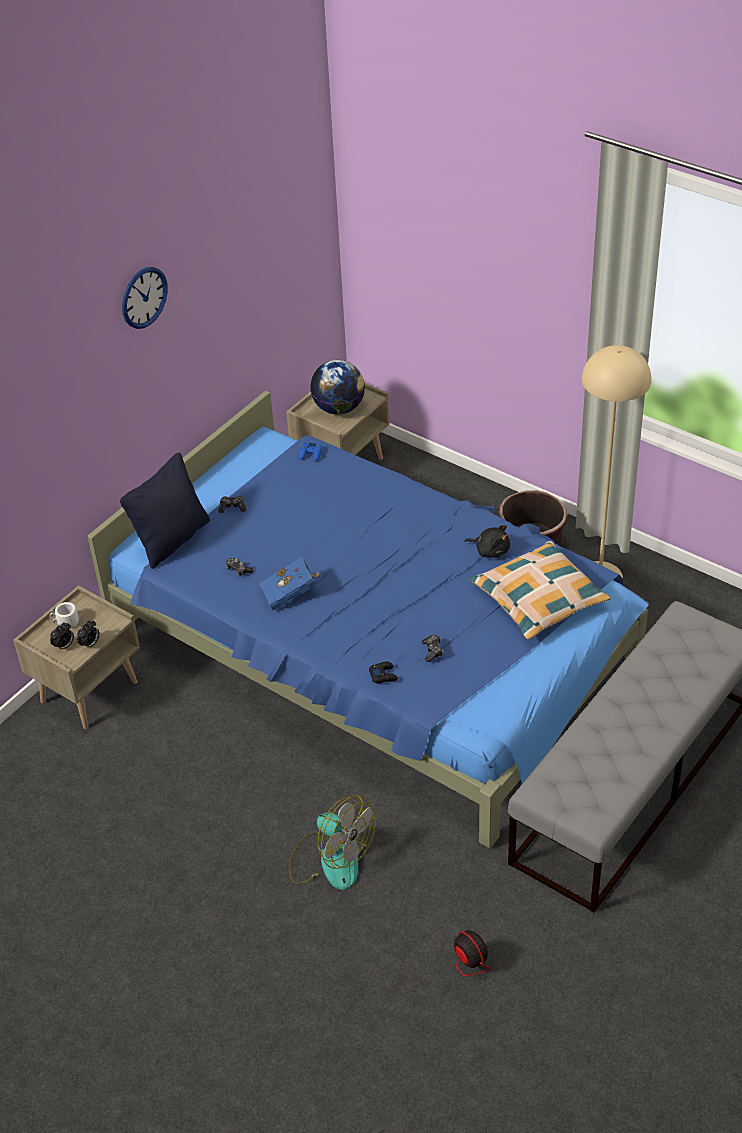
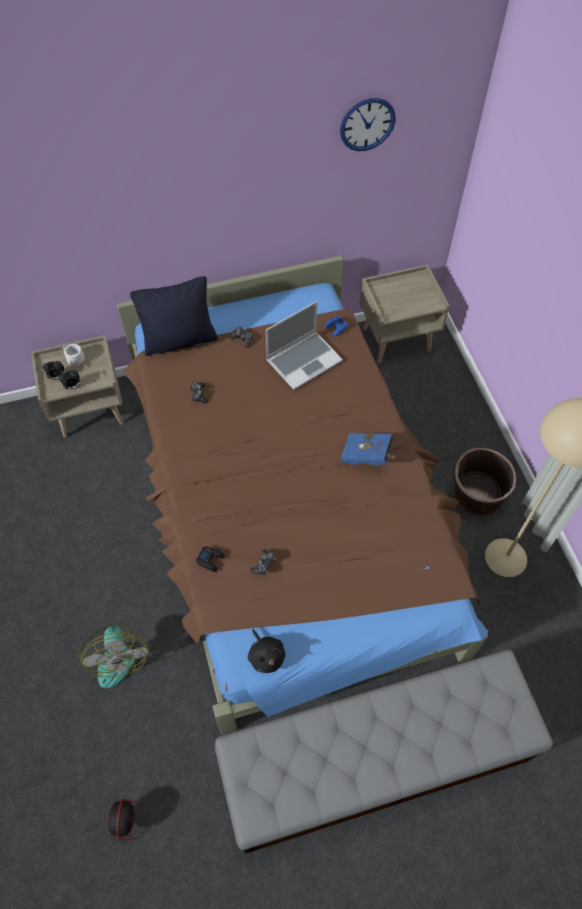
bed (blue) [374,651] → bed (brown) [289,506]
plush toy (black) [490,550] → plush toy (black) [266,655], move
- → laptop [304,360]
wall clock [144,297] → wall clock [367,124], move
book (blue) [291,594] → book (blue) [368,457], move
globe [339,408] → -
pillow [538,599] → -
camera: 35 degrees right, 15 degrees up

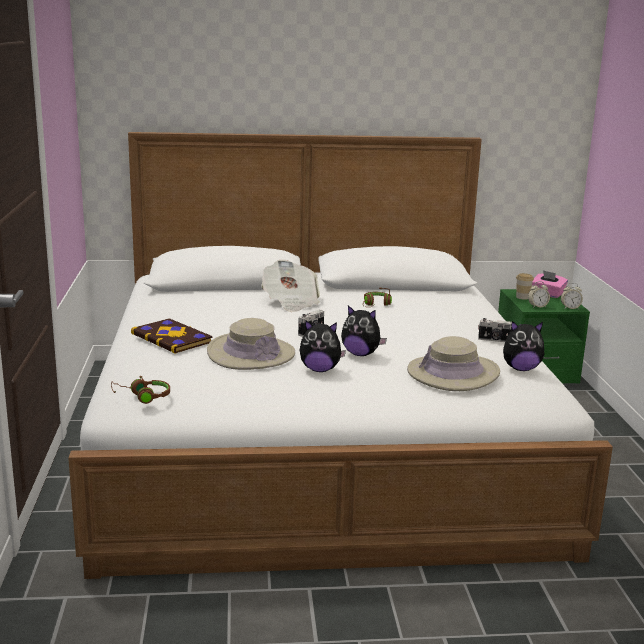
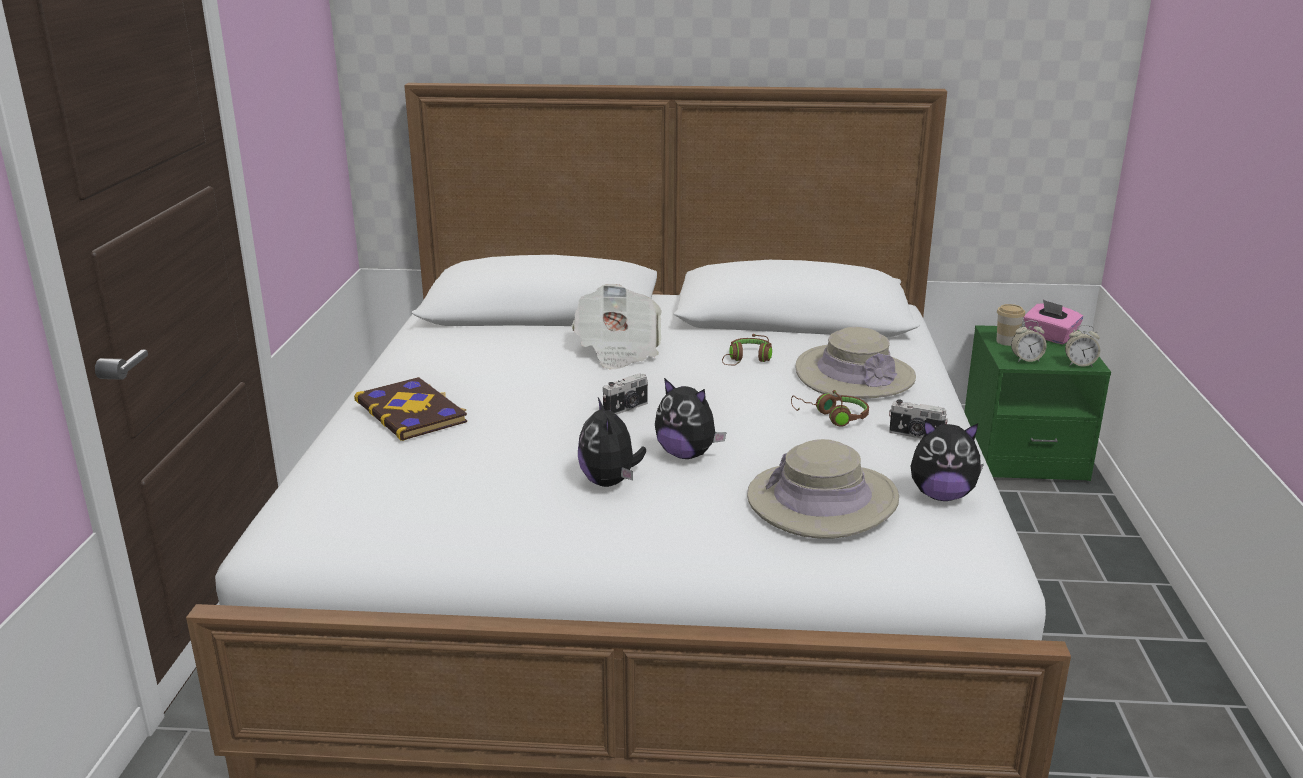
plush toy [320,369] → plush toy [610,482], 60 degrees clockwise
headphones (brown) [143,397] → headphones (brown) [832,417], move
hat (beige) [251,353] → hat (beige) [854,375], move
camera: 10 degrees right, 5 degrees up

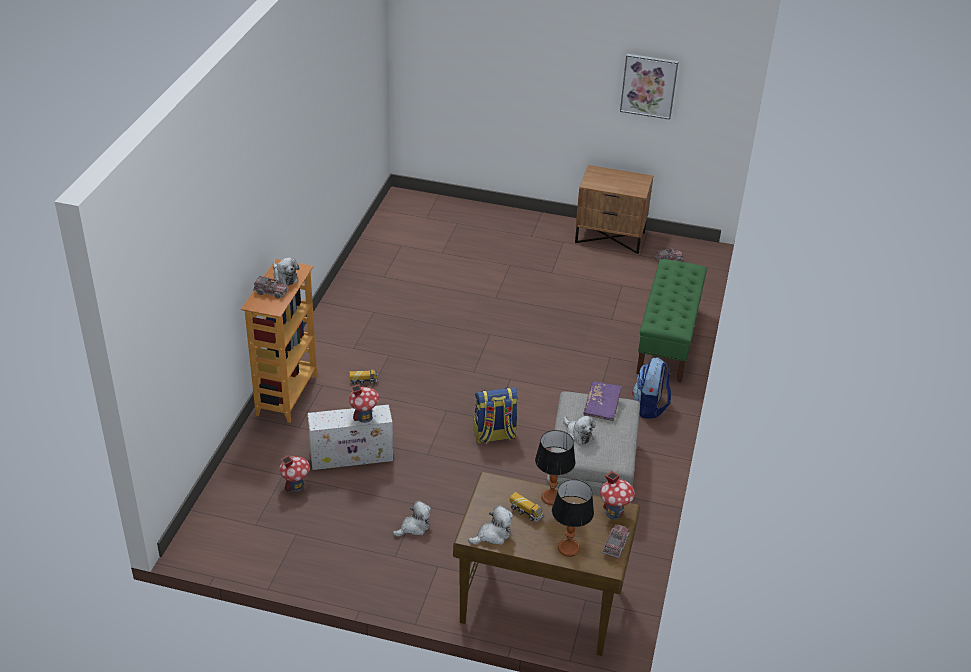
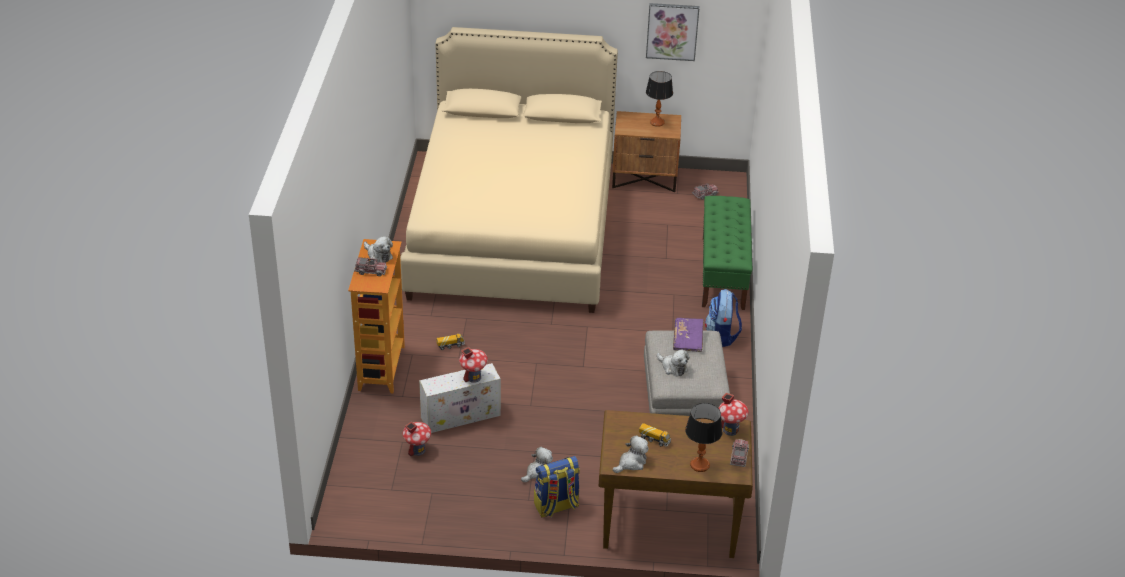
- → bed (beige) [513,229]
backpack [494,435] → backpack [556,506], move
table lamp [552,497] → table lamp [657,122], move
camera: 10 degrees left, 0 degrees up

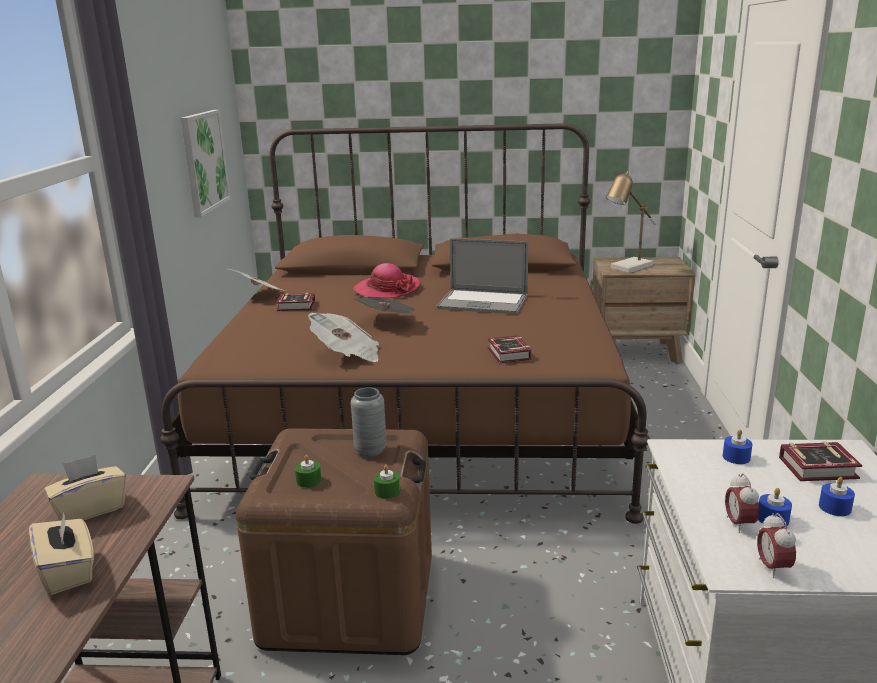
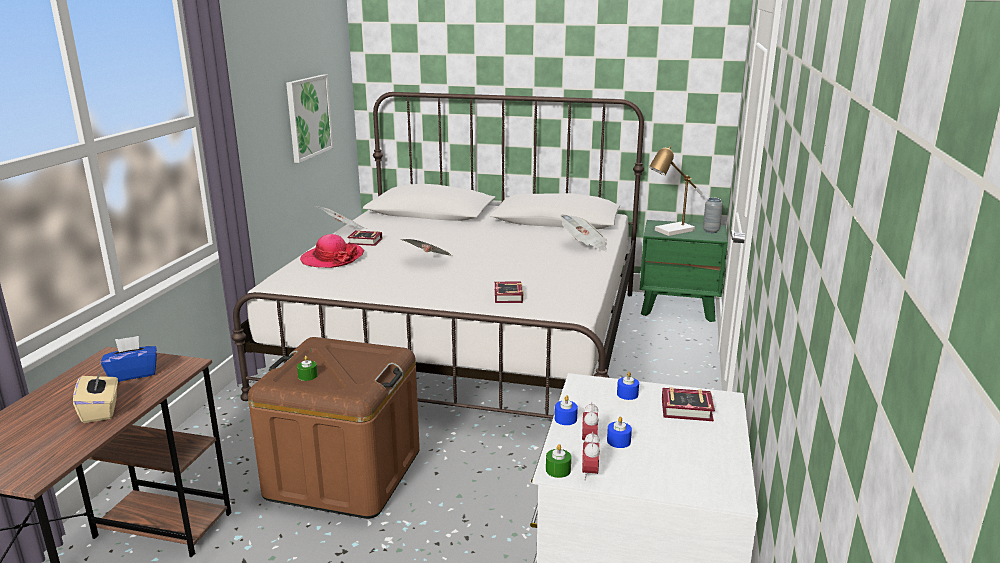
tissue box (beige) [91,509] → tissue box (blue) [133,374]
bed (brown) [421,411] → bed (white) [466,339]
hat [387,289] → hat [332,258], move
candle (green) [387,491] → candle (green) [558,470], move
candle (blue) [834,507] → candle (blue) [565,419], move
newspaper [347,355] → newspaper [584,245], move
nightstand (brown) [636,352] → nightstand (green) [678,308]
vase (grey) [370,450] → vase (grey) [711,231], move
laptop [482,302] → -
camera: 10 degrees right, 0 degrees up

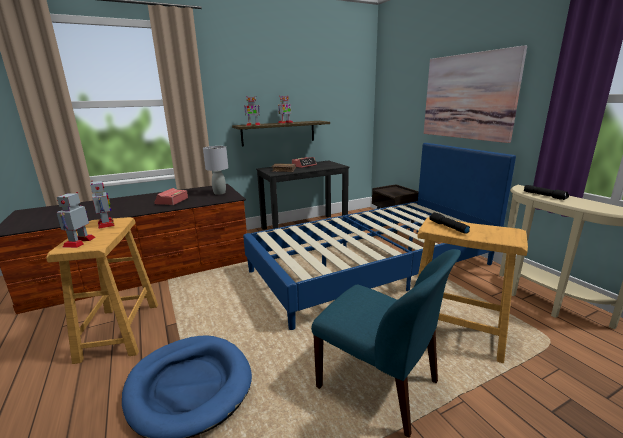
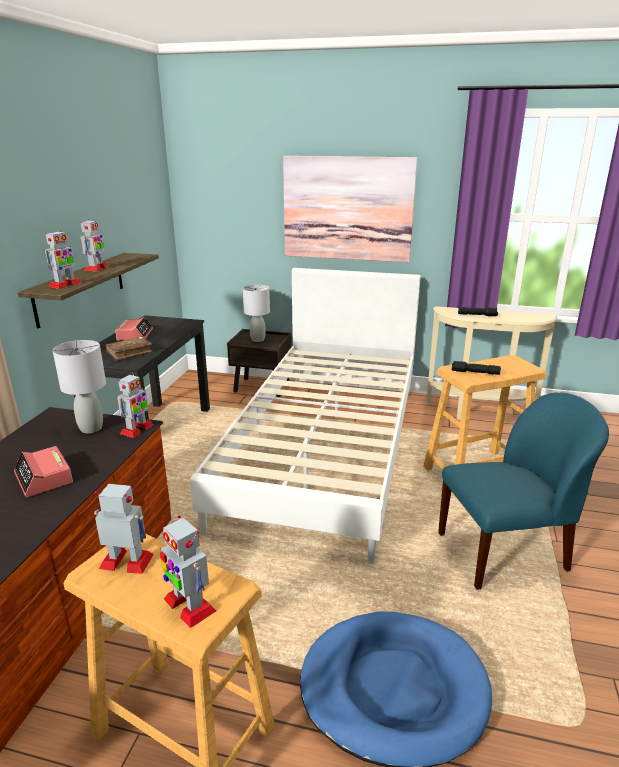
- → toy robot [136,429]
bed (blue) [372,268] → bed (white) [325,449]
- → table lamp (grey) [258,340]
camera: 50 degrees left, 5 degrees up

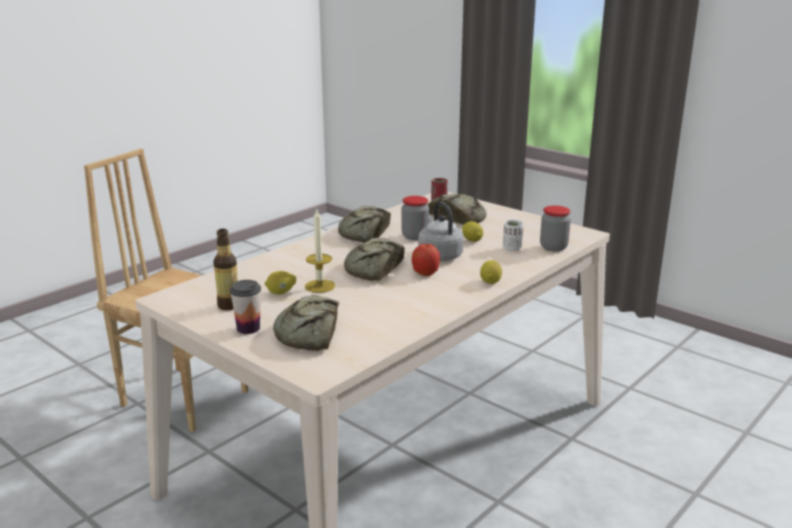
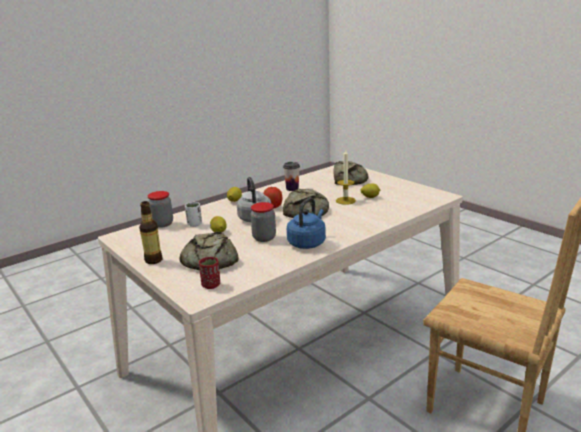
bottle [229,305] → bottle [153,260], move
cup [248,328] → cup [292,188], move
bread [364,233] → kettle (blue) [307,243]
camera: 170 degrees left, 0 degrees up

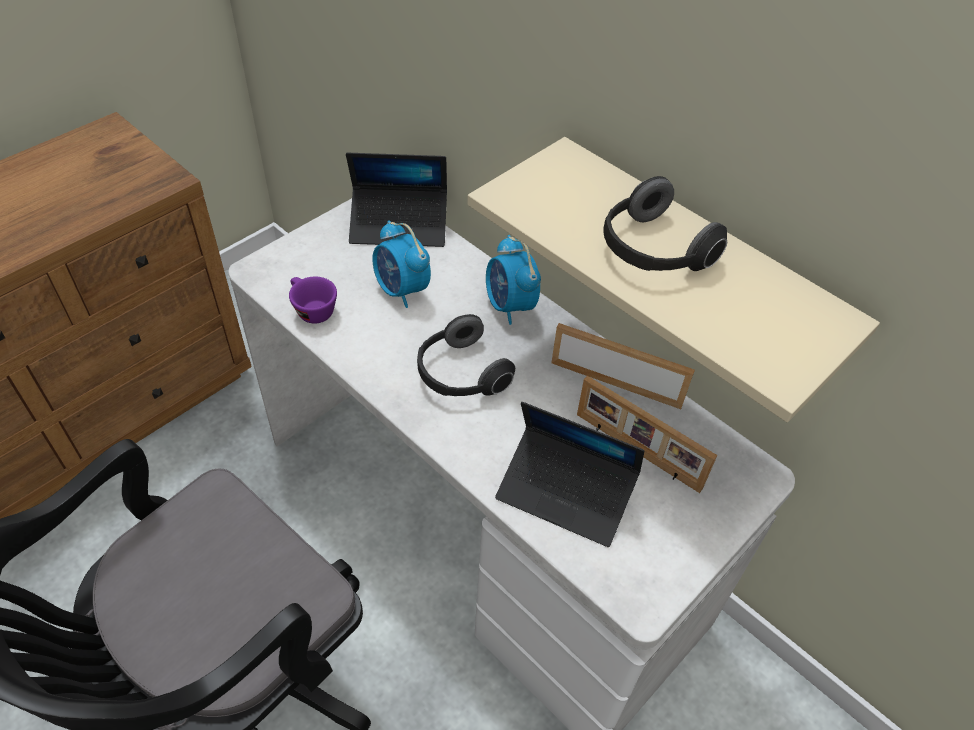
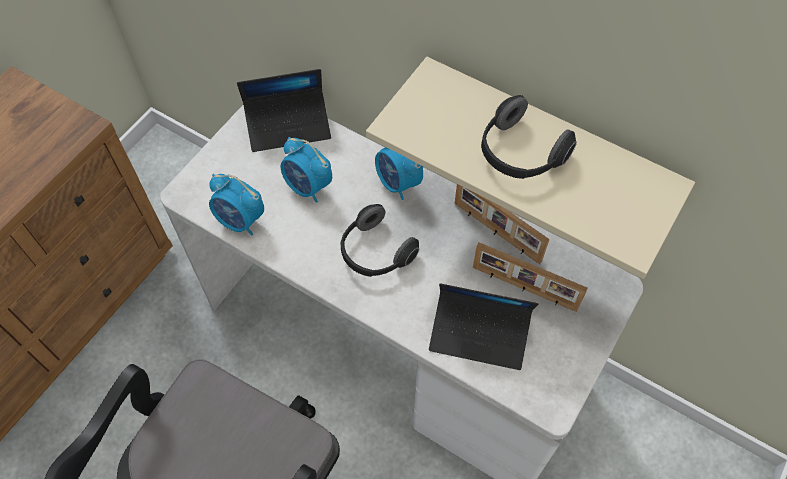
cup (purple) [311,310] → alarm clock [240,220]
picture frame [616,382] → picture frame [496,232], 150 degrees counterclockwise
camera: 10 degrees left, 10 degrees up

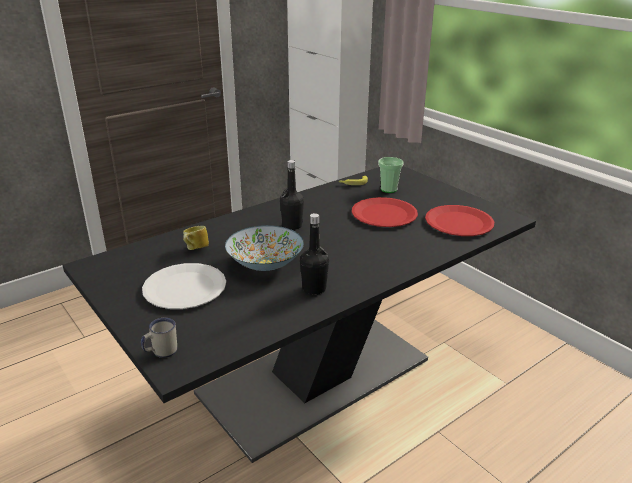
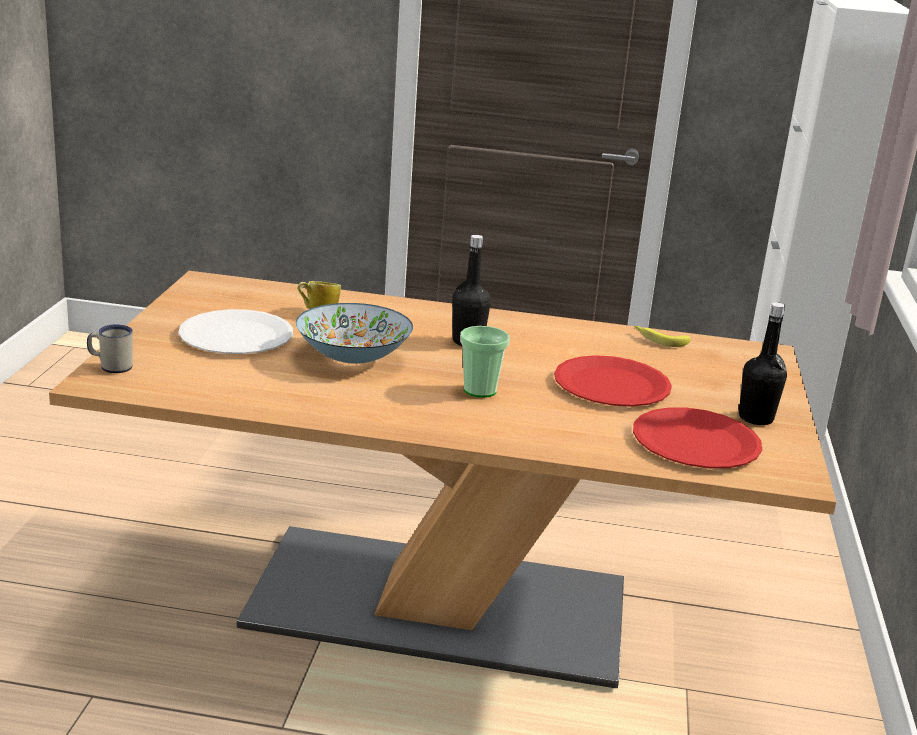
dining table (black) [315,377] → dining table (beige) [439,606]
cup [388,189] → cup [480,390], move
bottle (black) [314,289] → bottle (black) [756,418], move
camera: 45 degrees right, 5 degrees down

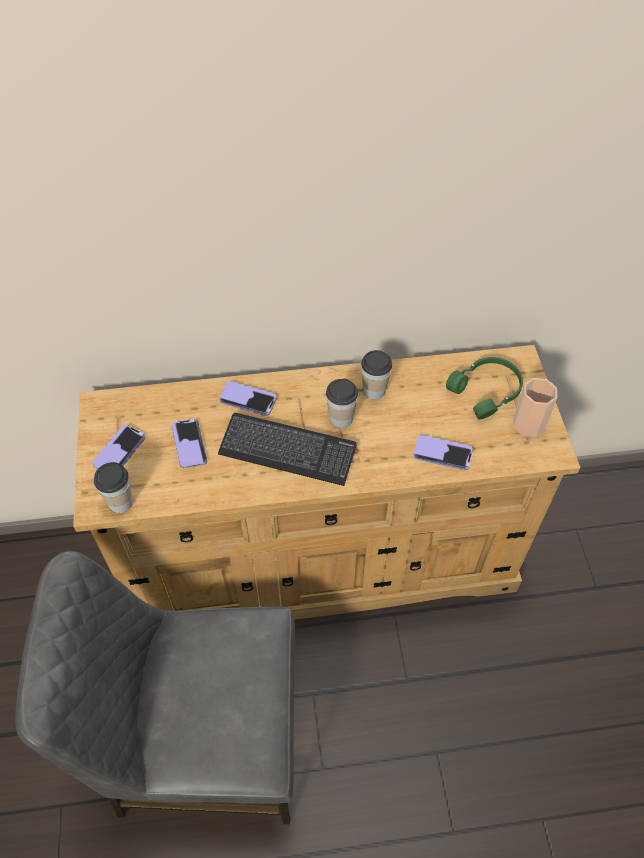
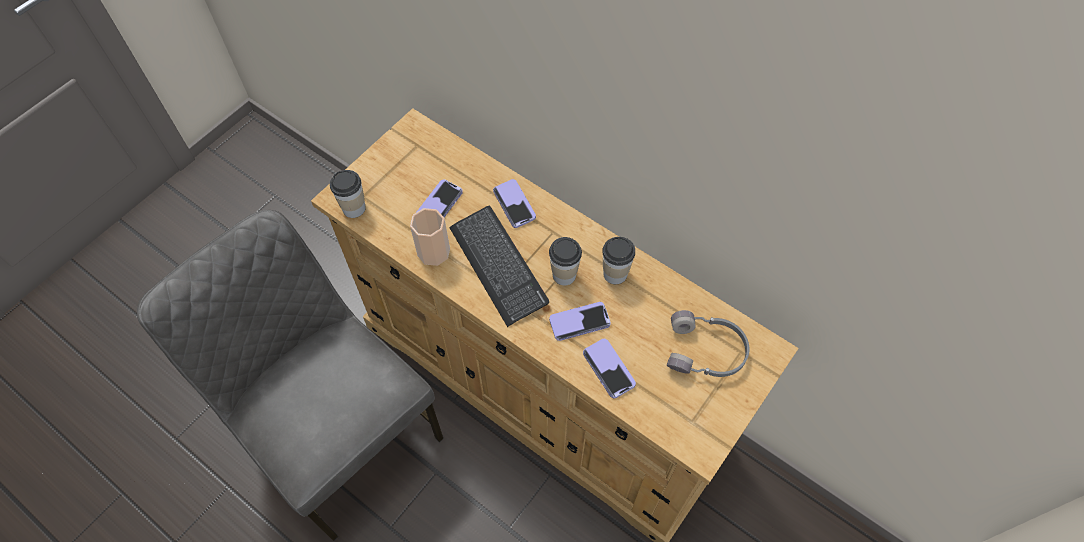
cup [528,424] → cup [433,252], move
phone [119,451] → phone [579,322], move
headphones (green) [487,391] → headphones (grey) [706,352]
camera: 45 degrees right, 5 degrees up

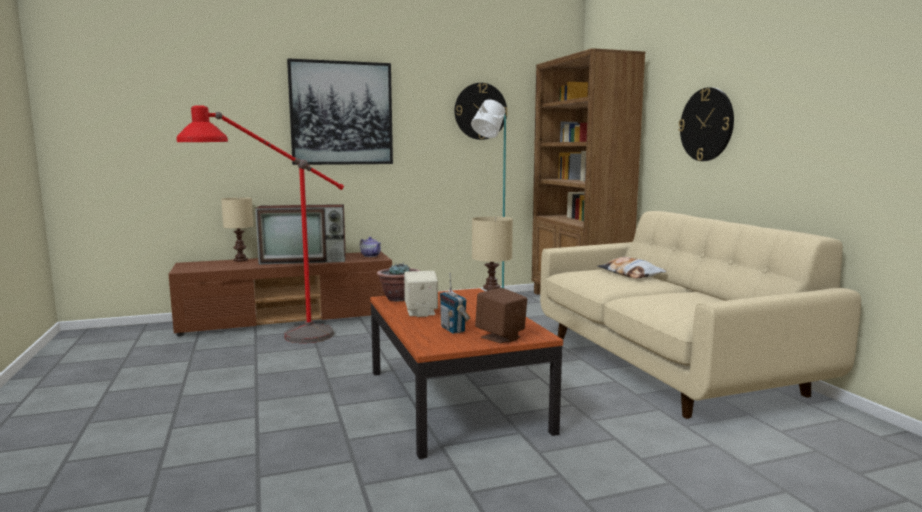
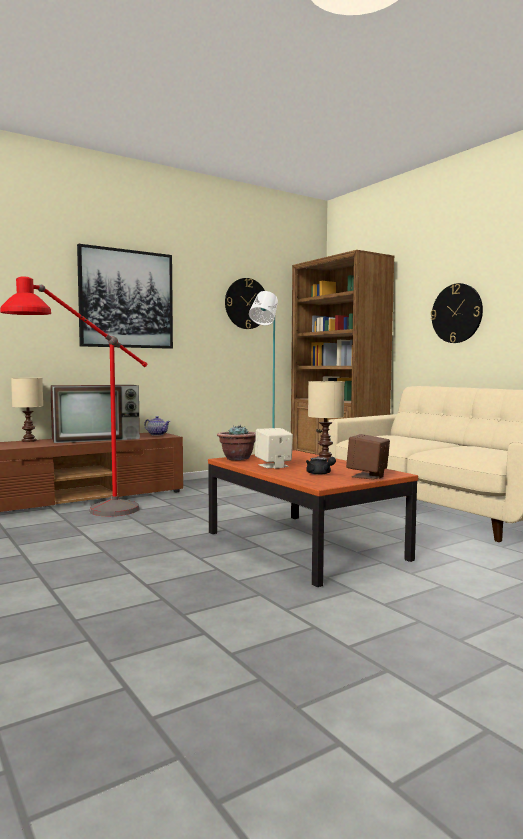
radio [453,329] → teapot (black) [320,474]
pillow [630,274] → -
camera: 15 degrees left, 5 degrees down

